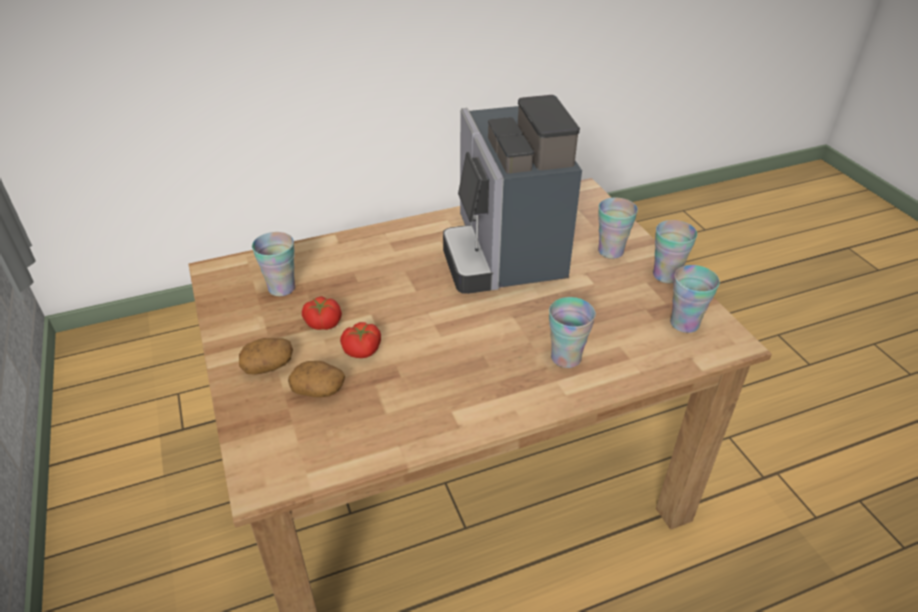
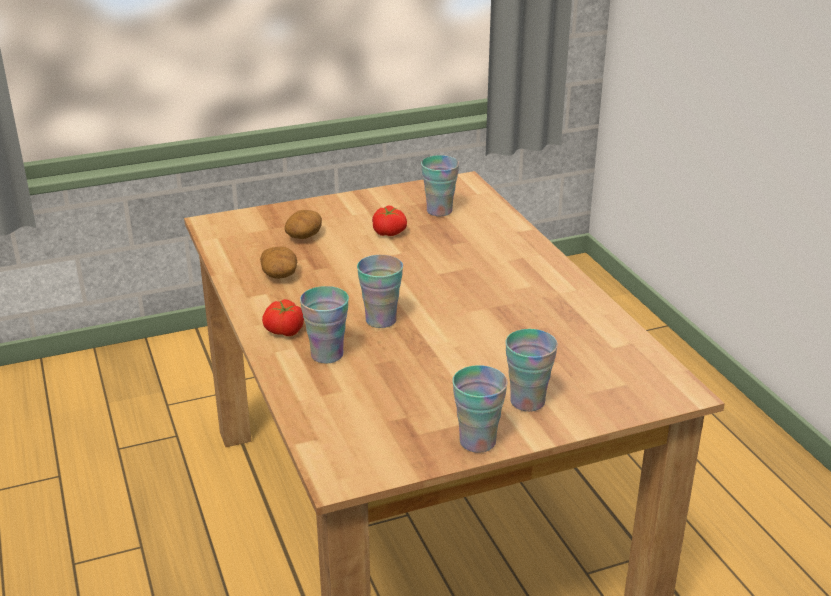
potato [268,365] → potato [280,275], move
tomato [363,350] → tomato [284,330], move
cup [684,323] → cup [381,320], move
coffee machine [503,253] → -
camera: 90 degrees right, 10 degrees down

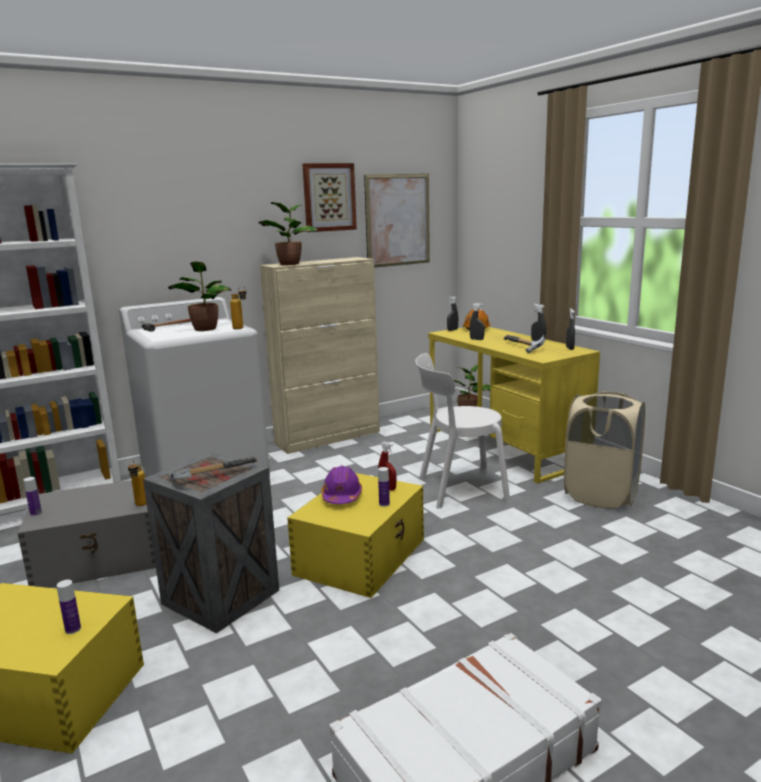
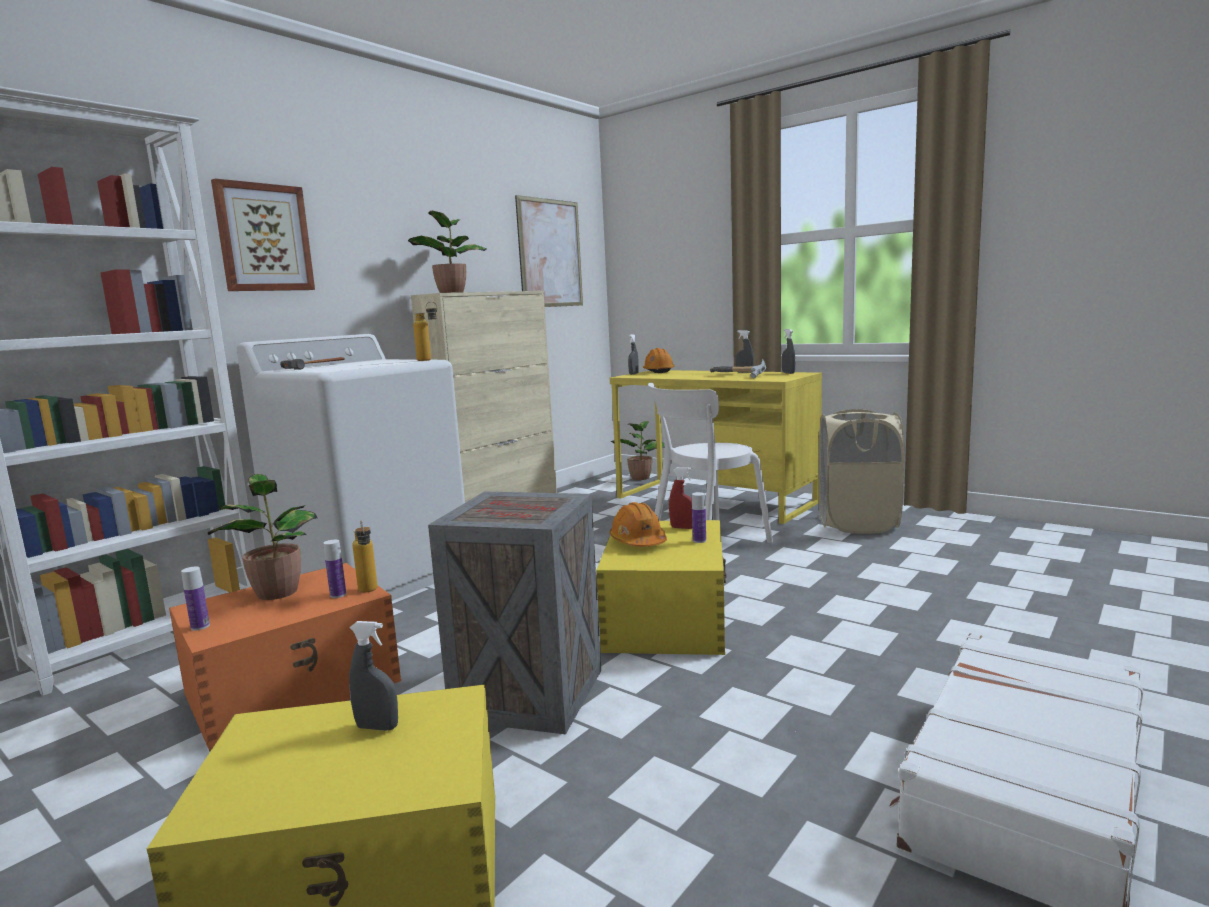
storage box (grey) [101,557] → storage box (orange) [295,686]
potted plant [205,328] → potted plant [276,592], move
picture [329,197] → picture [263,238], move
bottle [73,629] → bottle [338,595], move
spray bottle (grey) [476,339] → spray bottle (grey) [377,727], move
hard hat (purple) [341,496] → hard hat (orange) [638,542]
hammer [211,476] → -
camera: 20 degrees left, 5 degrees down

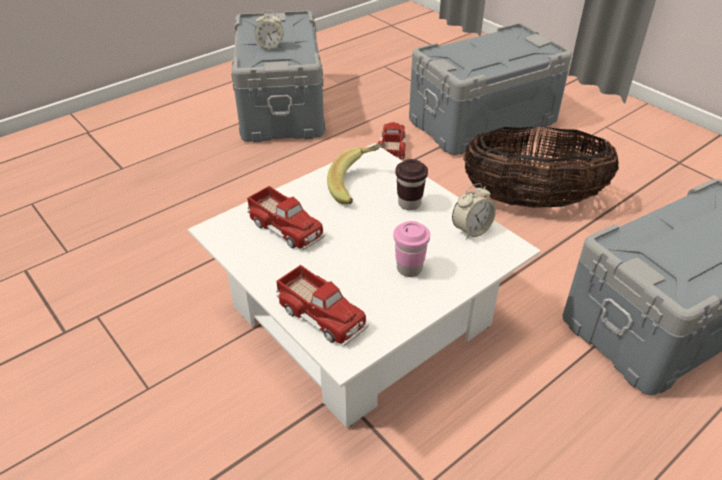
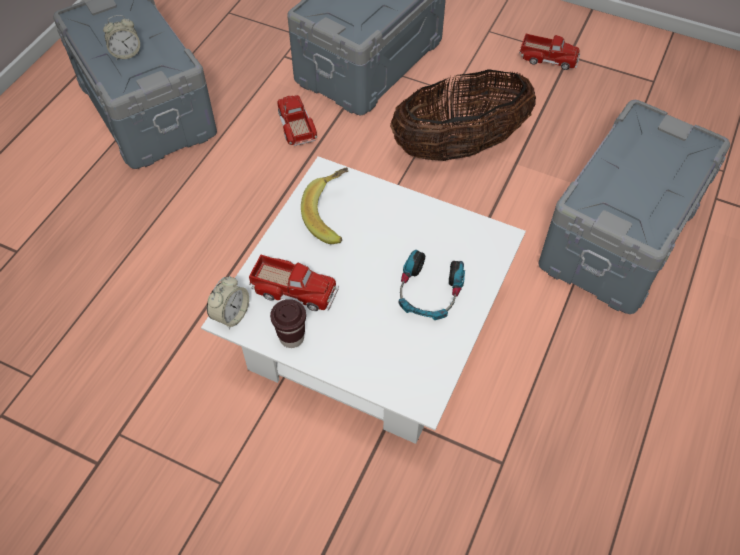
alarm clock [471,230] → alarm clock [231,315], move
cup (brown) [409,204] → cup (brown) [292,337], move
cup (pink) [409,268] → headphones [429,292]
toy truck [322,314] → toy truck [548,58], move
camera: 25 degrees left, 15 degrees up

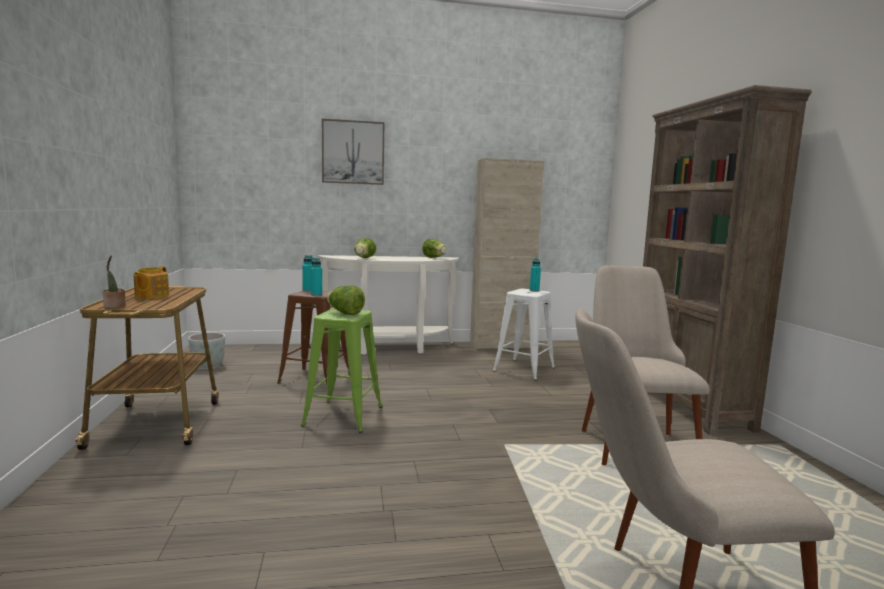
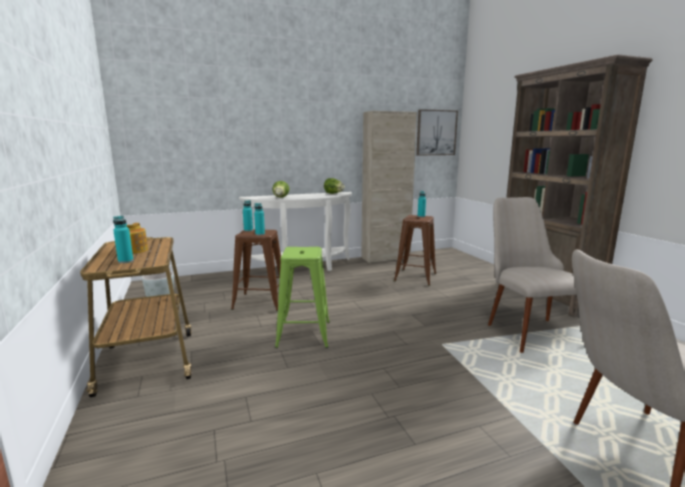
- → bottle (turquoise) [125,261]
stool (white) [523,369] → stool (brown) [415,277]
picture [353,152] → picture [436,132], move
potted plant [114,306] → -
lettuce [345,313] → -
camera: 10 degrees left, 5 degrees up

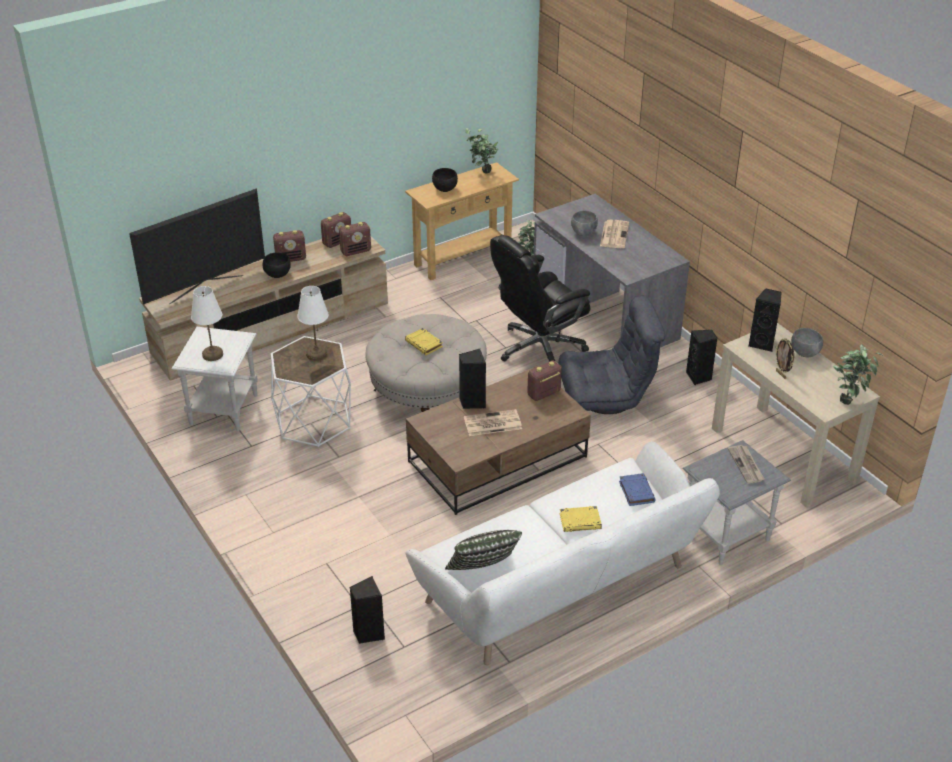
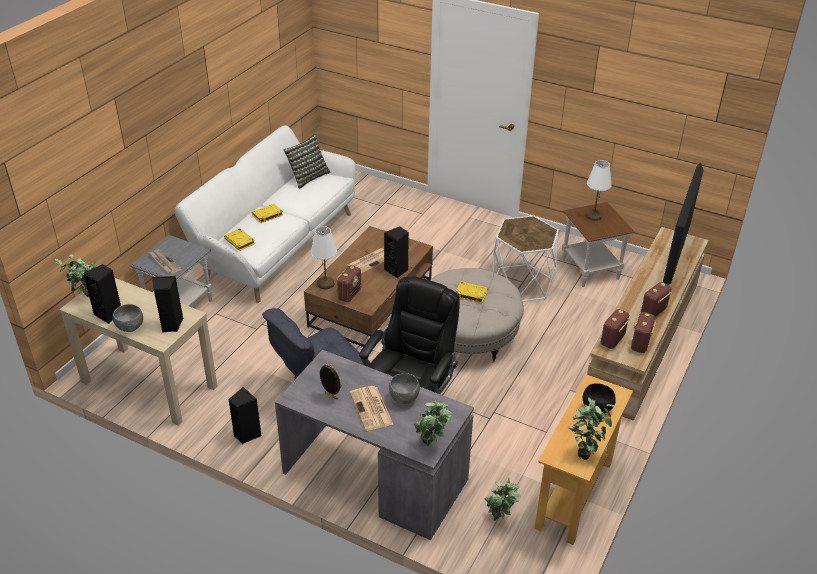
speaker (black) [368,633] → speaker (black) [109,314], move
book (blue) [636,491] → book (yellow) [240,241]
table lamp (white) [316,354] → table lamp (white) [326,283], move
picture frame [781,374] → picture frame [331,397], move
- → potted plant [432,445]
side table (white) [224,409] → side table (brown) [590,270]
bowl (black) [277,274] → -
camera: 150 degrees right, 0 degrees up

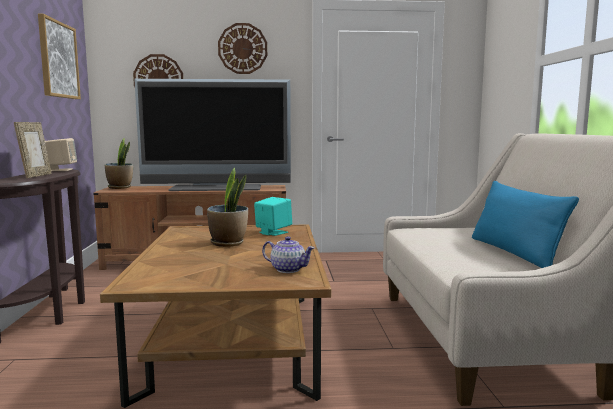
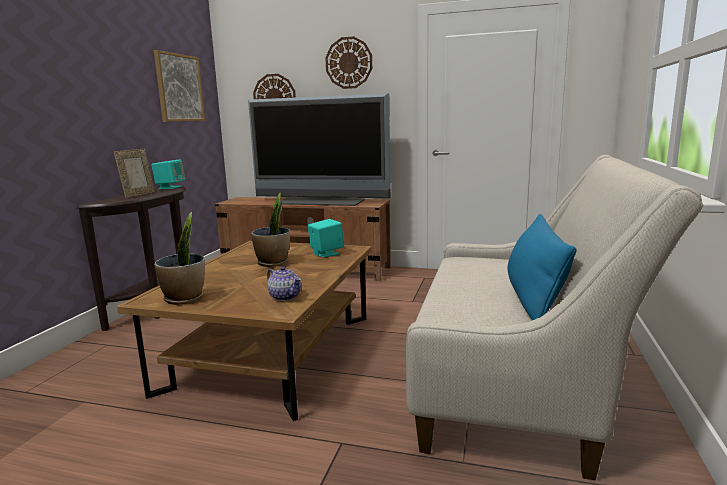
speaker (beige) [60,170] → speaker (turquoise) [170,187]
potted plant [120,187] → potted plant [184,299], move
camera: 20 degrees right, 5 degrees up

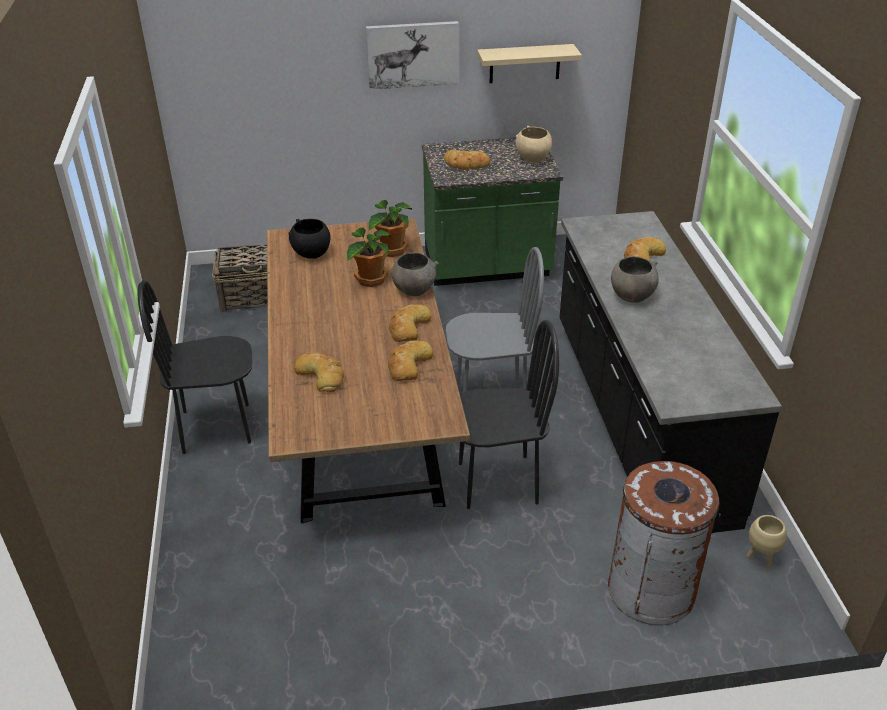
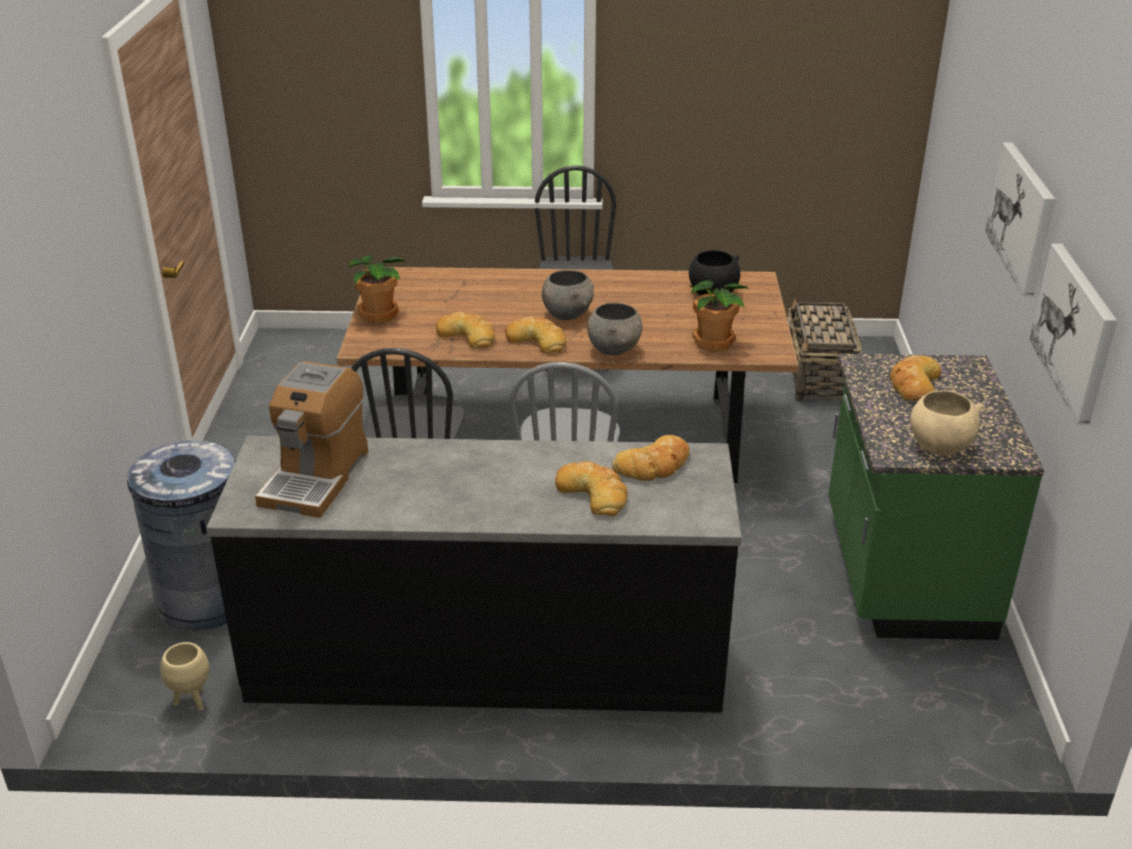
trash can (brown) [651,590] → trash can (grey) [206,598]
- → coffee machine [316,476]
potted plant [370,279] → potted plant [378,314], move
bowl (grey) [631,296] → bowl (grey) [567,314], move
bread [321,375] → bread [654,465], move
shelf (beige) [524,63] → picture [1075,331]
camera: 100 degrees right, 5 degrees down

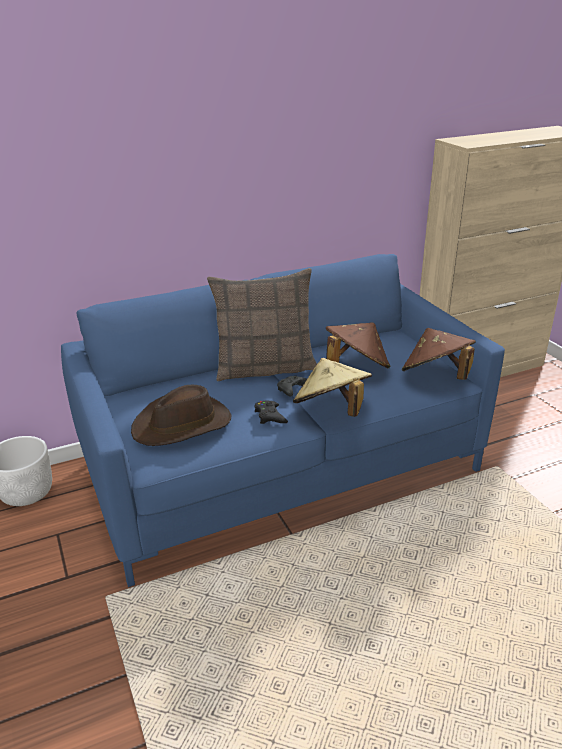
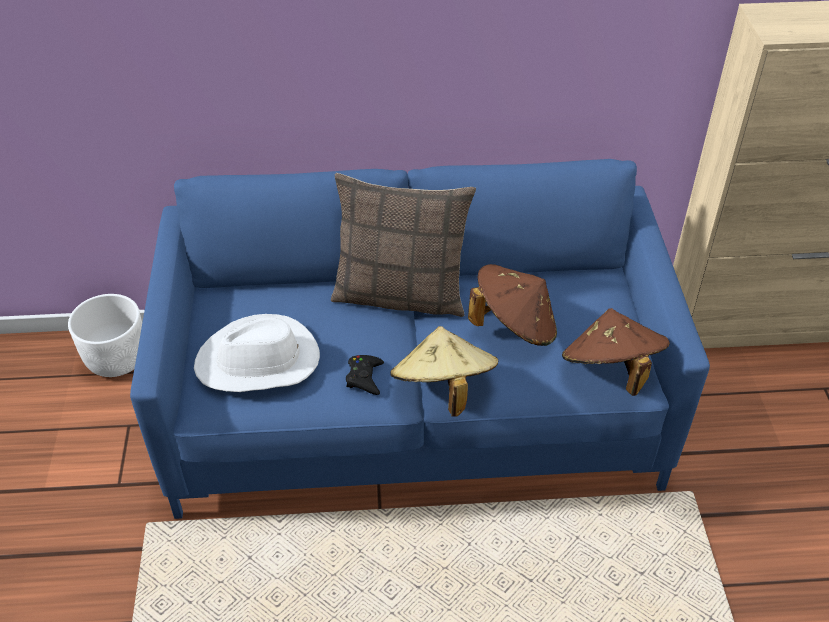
hat (brown) [183,425] → hat (white) [259,362]
game controller (black) [292,391] → -
camera: 20 degrees right, 15 degrees up

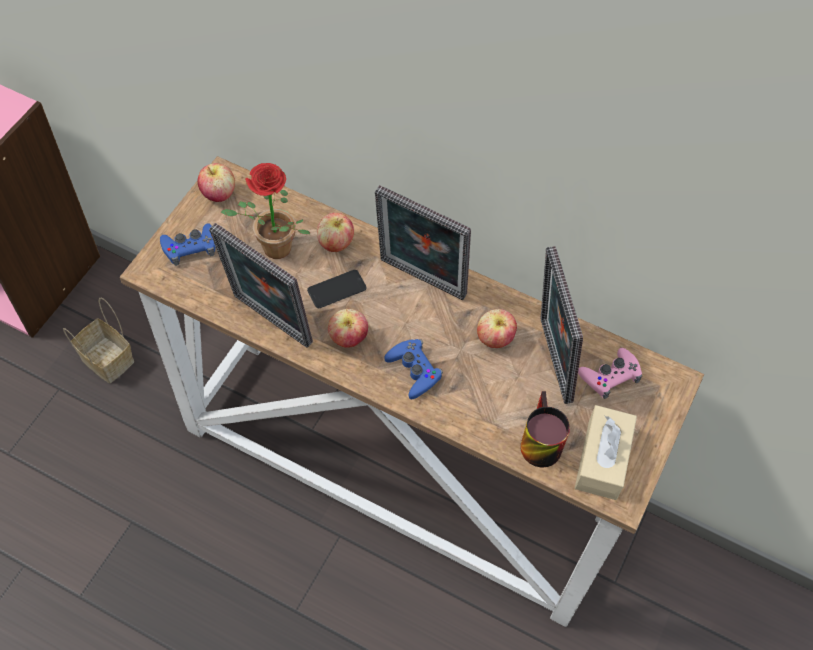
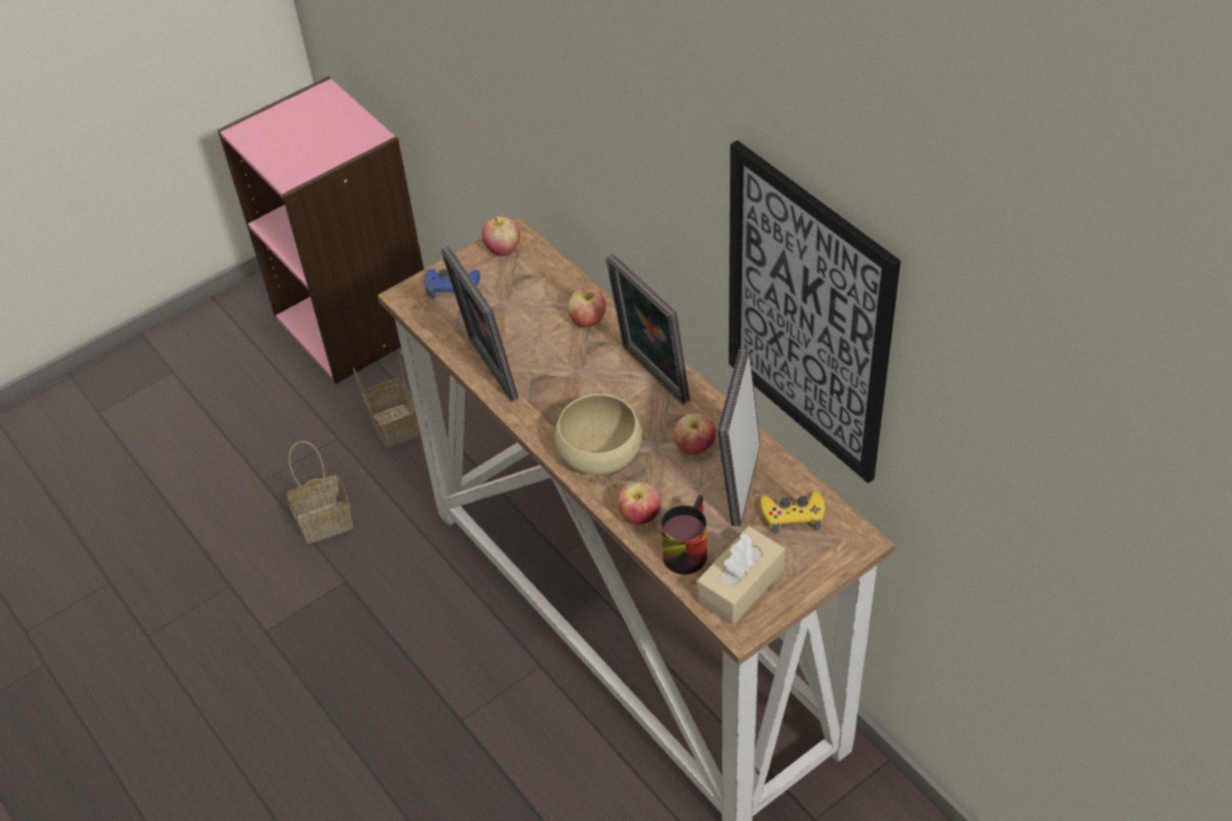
- → basket [323,523]
game controller (blue) [414,370] → bowl (beige) [599,451]
apple [348,338] → apple [639,516], move
- → picture [808,315]
game controller (pink) [610,376] → game controller (yellow) [793,515]
potted plant [271,251] → -
phone [337,289] → -
camera: 30 degrees right, 10 degrees down

